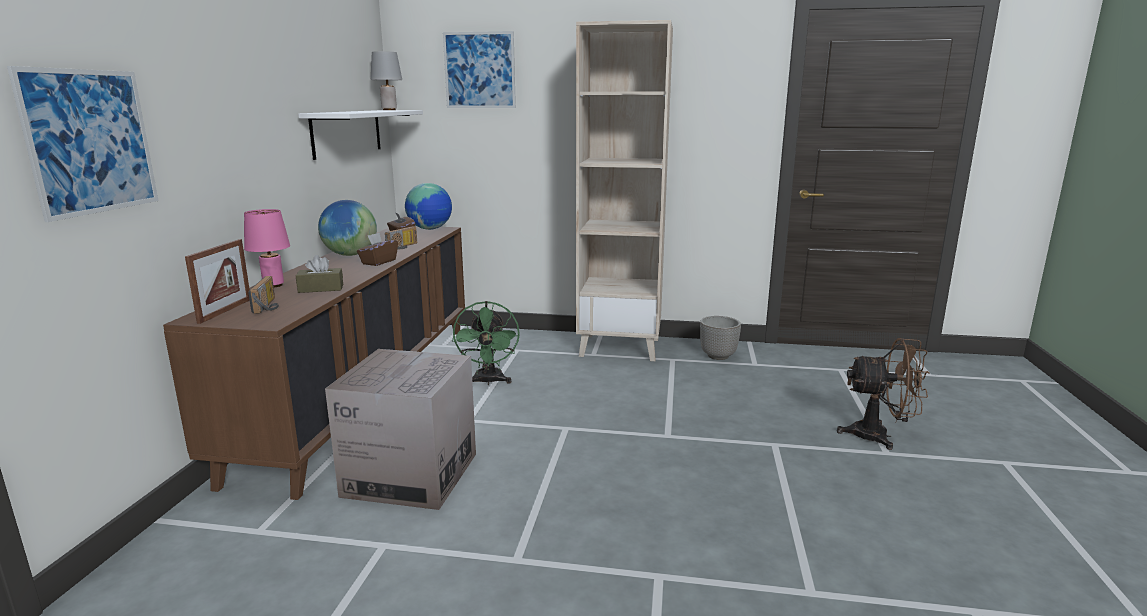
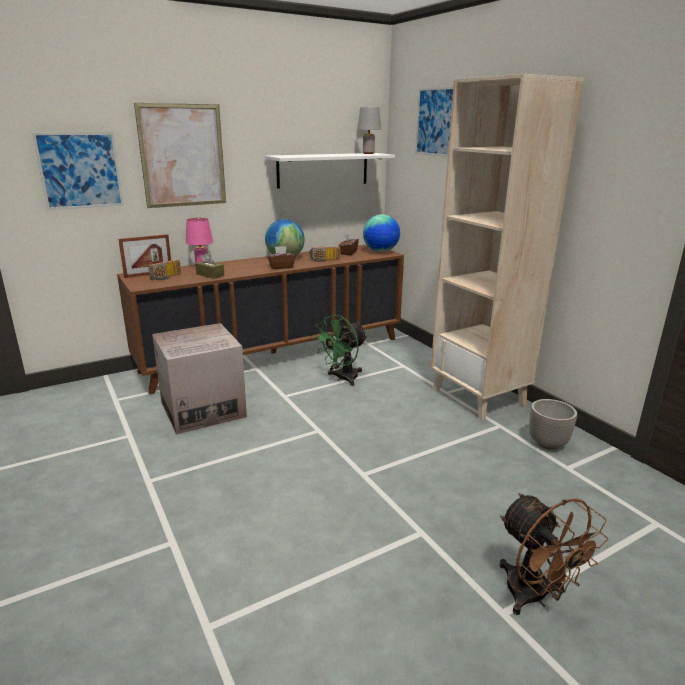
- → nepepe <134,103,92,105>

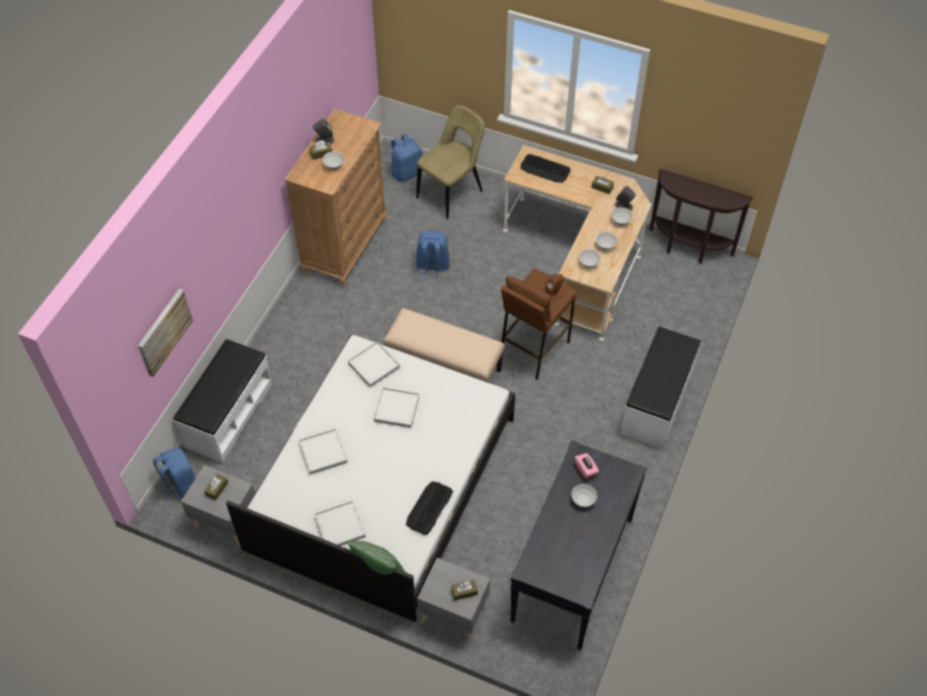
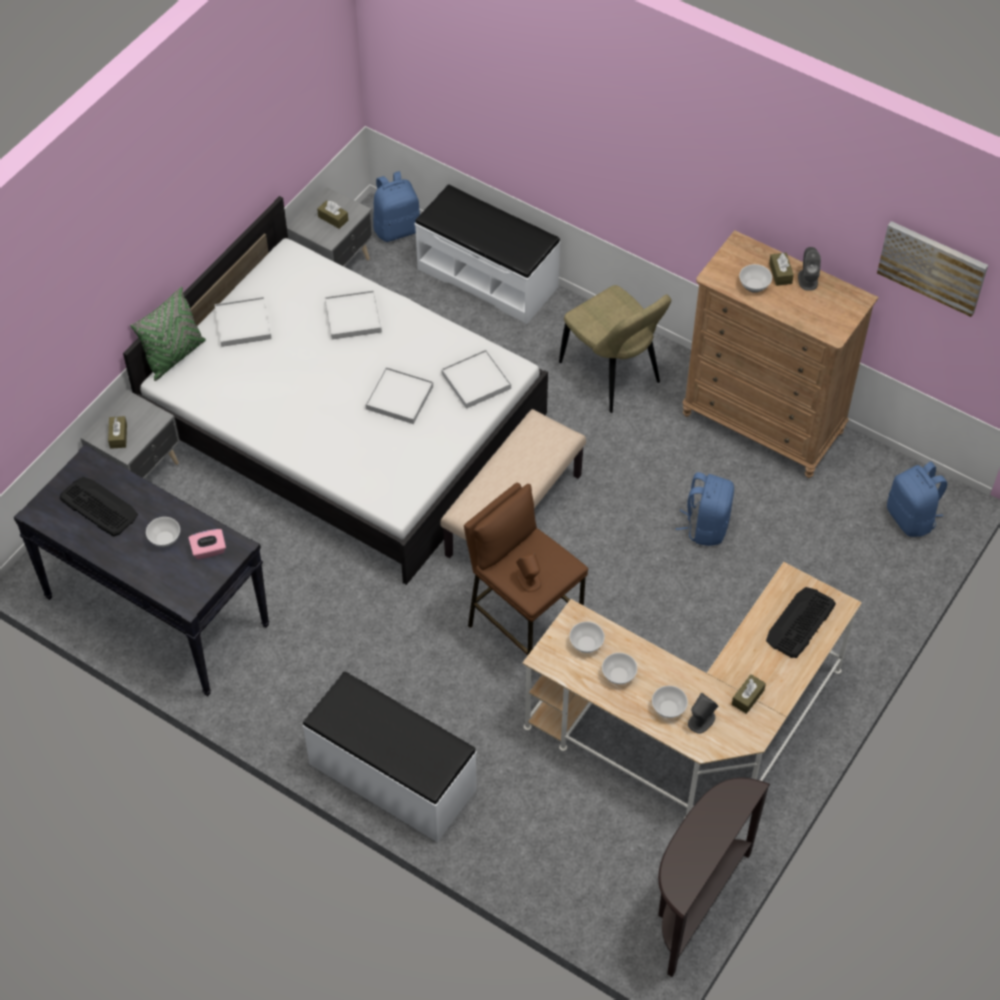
nepepe <138,288,55,89> → nepepe <877,221,111,96>, relocated
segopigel <406,482,47,53> → segopigel <60,477,78,59>, relocated
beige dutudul <416,105,69,114> → beige dutudul <559,285,112,128>, relocated

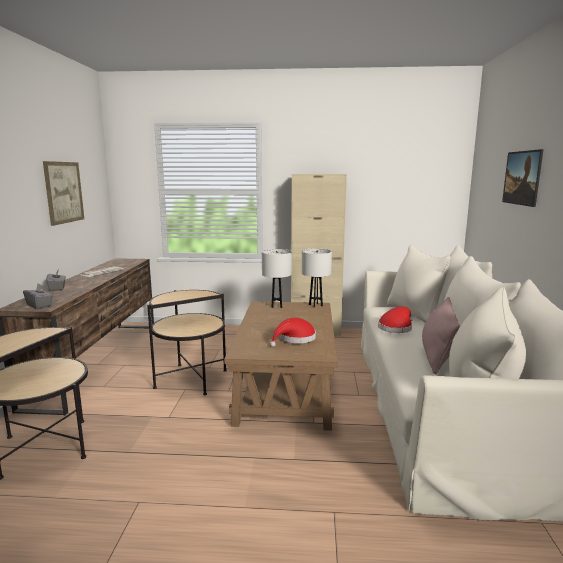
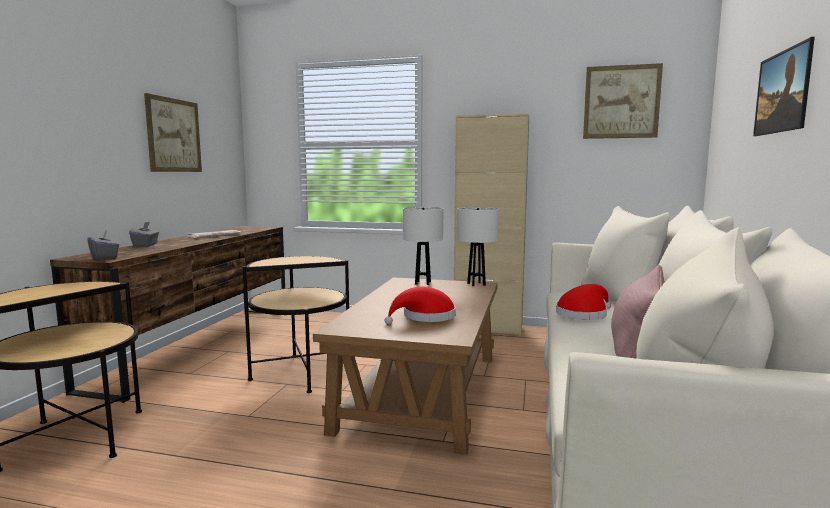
- → nepepe <583,63,80,76>

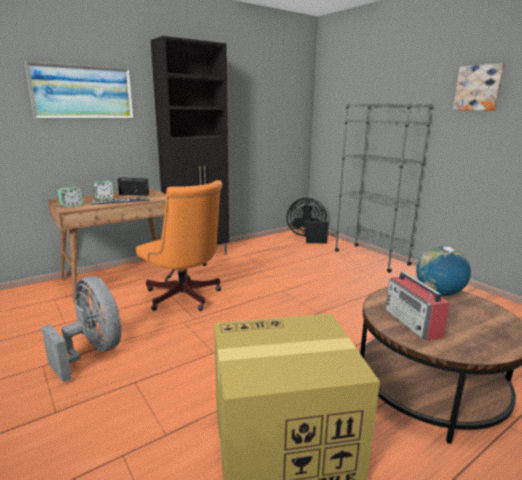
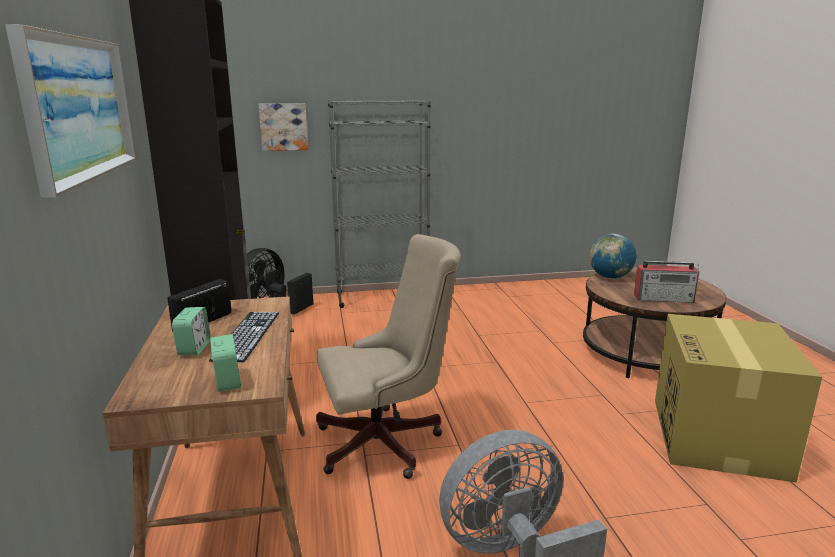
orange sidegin <136,180,86,131> → beige sidegin <316,234,145,245>
nepepe <453,63,52,48> → nepepe <258,103,50,48>, relocated

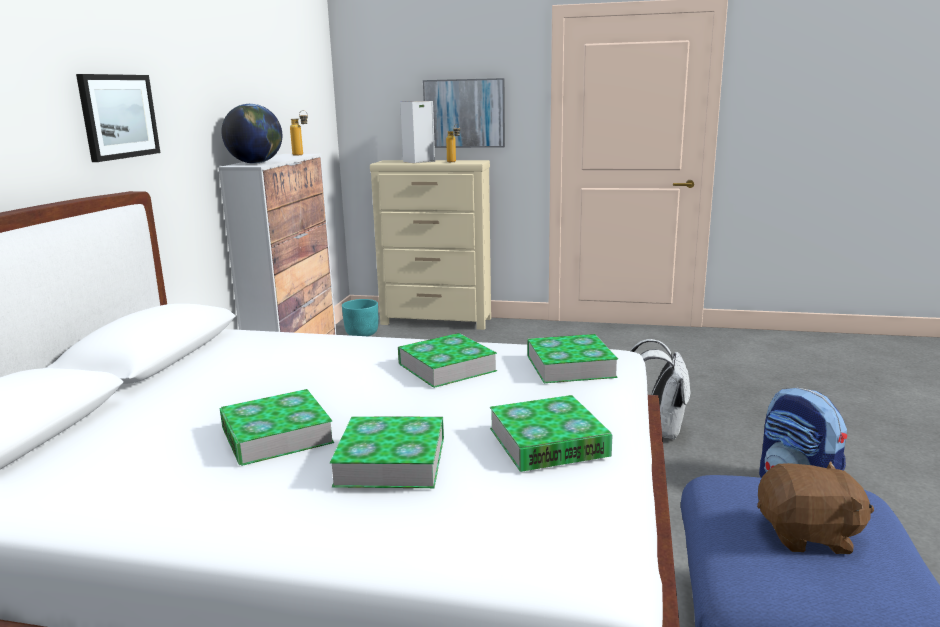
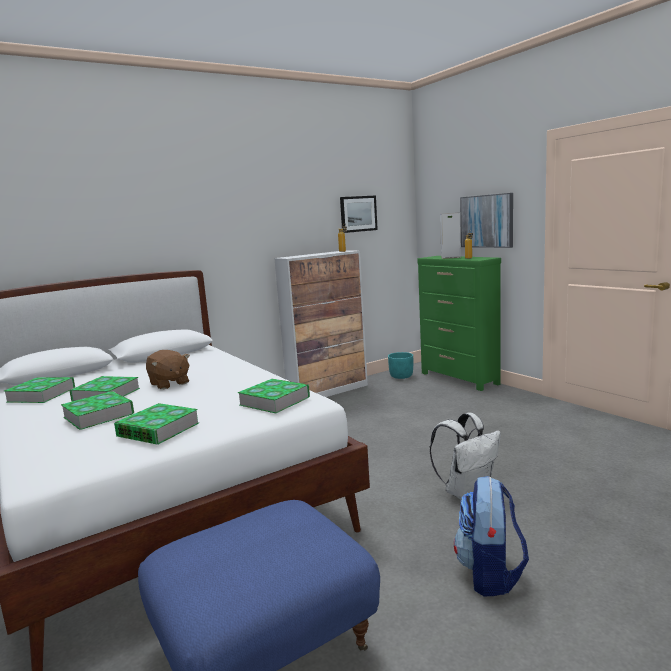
nepepe <76,74,84,88> → nepepe <340,195,38,38>, relocated
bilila <221,104,61,60> → -
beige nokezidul <370,160,121,170> → green nokezidul <417,256,84,135>
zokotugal <398,333,99,55> → zokotugal <4,377,71,26>, relocated
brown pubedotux <757,462,117,92> → brown pubedotux <146,350,44,39>, relocated

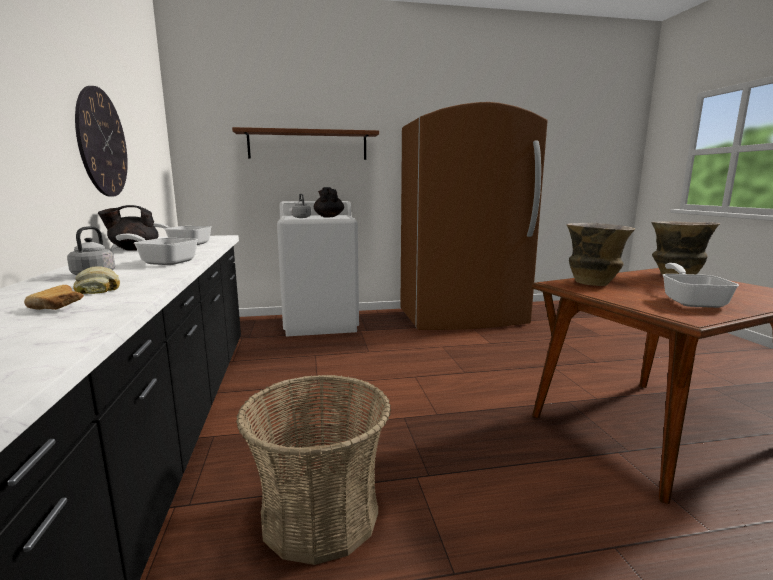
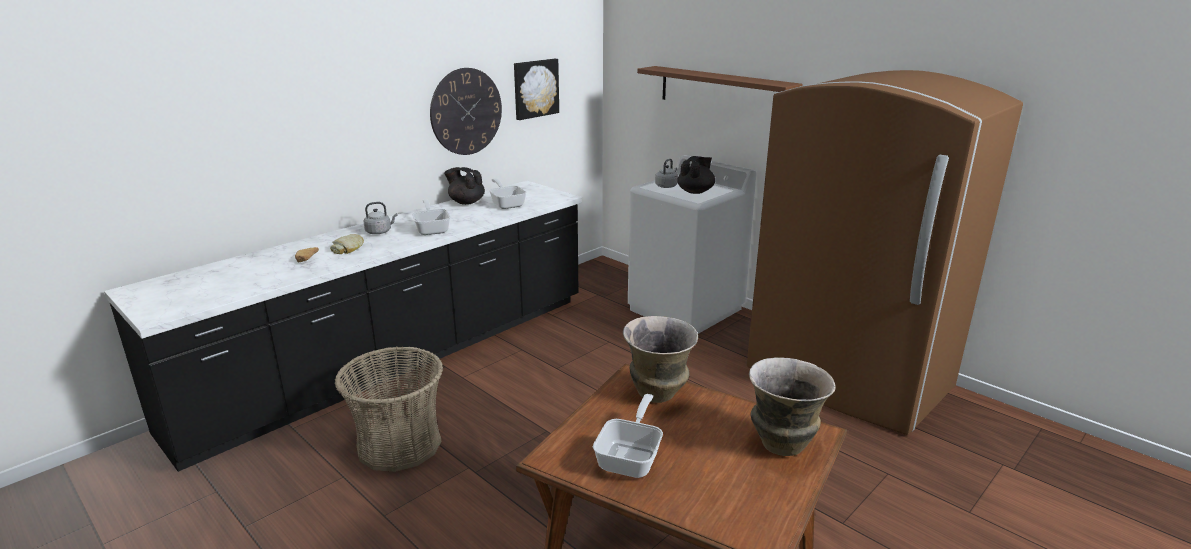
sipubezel <663,263,76,45> → sipubezel <593,394,70,84>, 45 degrees counterclockwise
- → nepepe <514,59,45,61>

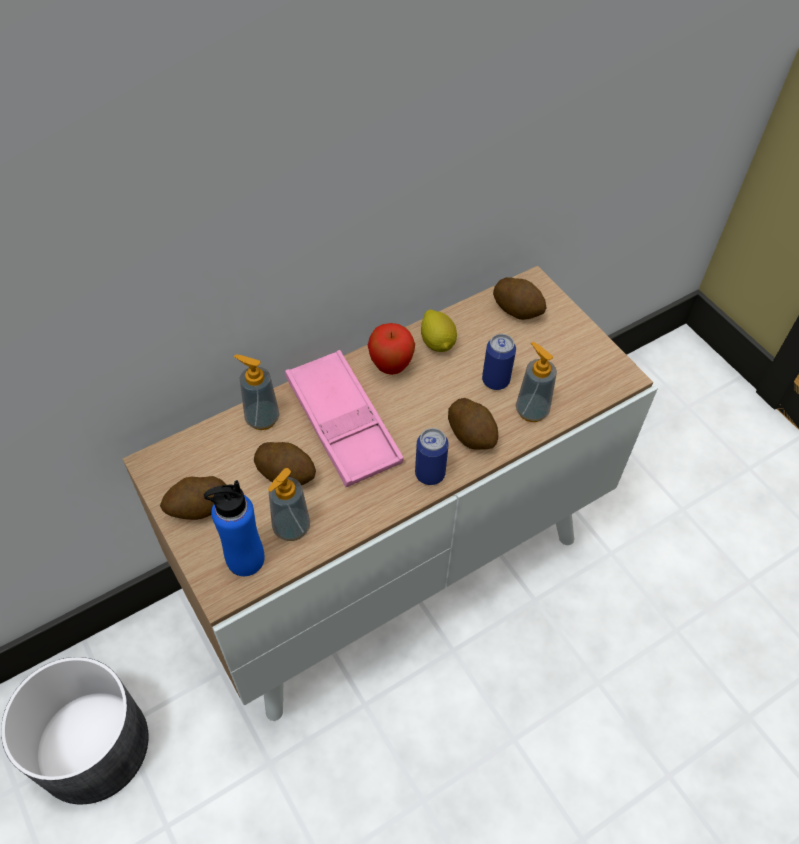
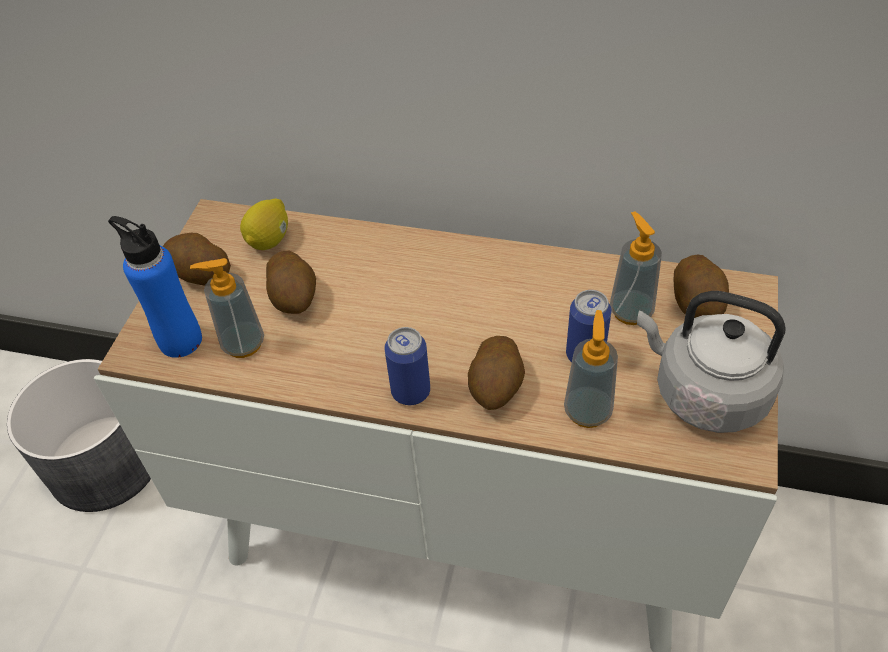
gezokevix <234,355,46,75> → gezokevix <610,211,52,114>, relocated
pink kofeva <285,350,119,138> → -
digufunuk <368,323,47,52> → -
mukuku <421,310,36,42> → mukuku <240,199,48,51>, relocated
- → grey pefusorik <637,291,149,142>

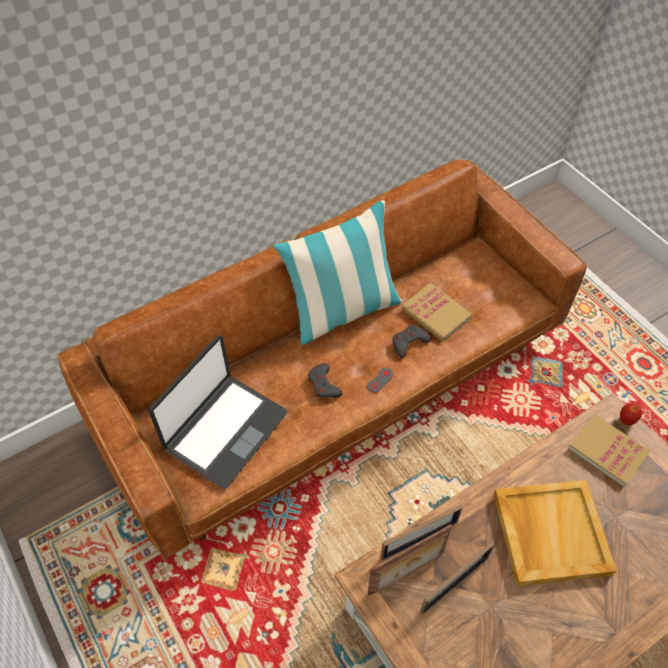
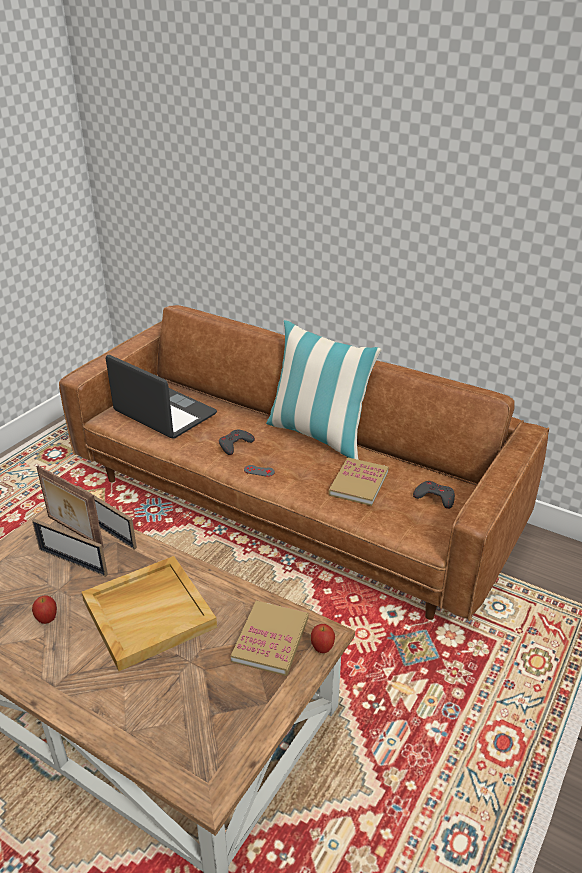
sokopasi <148,335,139,154> → sokopasi <106,355,111,83>, 150 degrees counterclockwise
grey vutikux <392,325,39,33> → grey vutikux <413,481,42,28>, relocated
- → digufunuk <32,596,25,28>

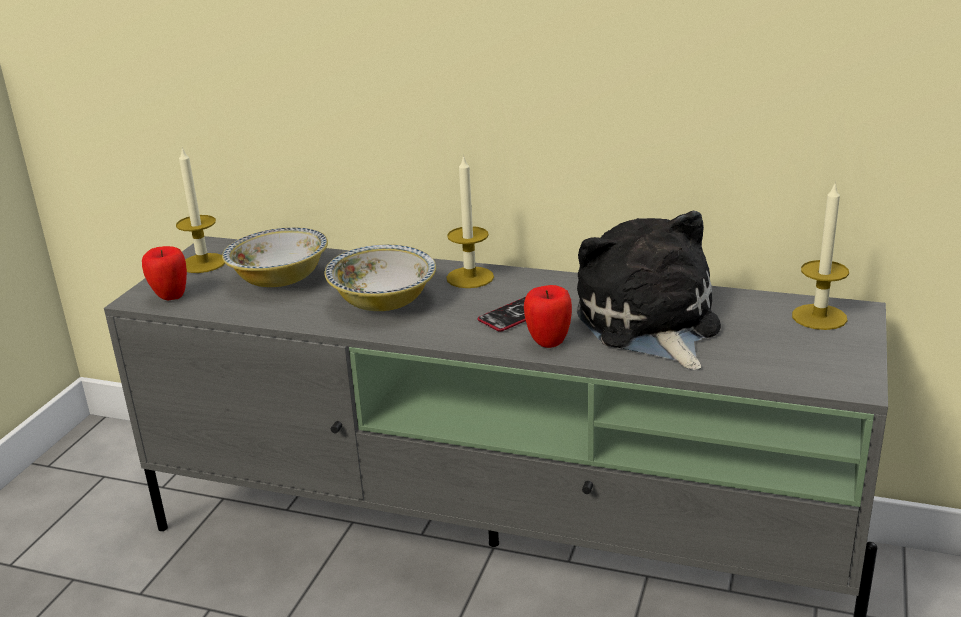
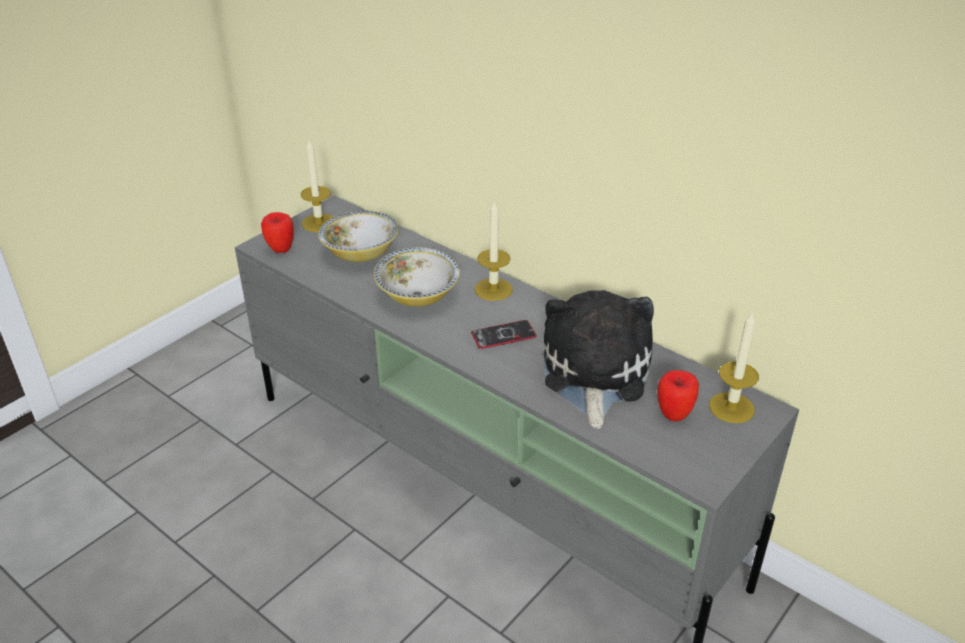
digufunuk <524,285,48,63> → digufunuk <658,370,41,51>, relocated

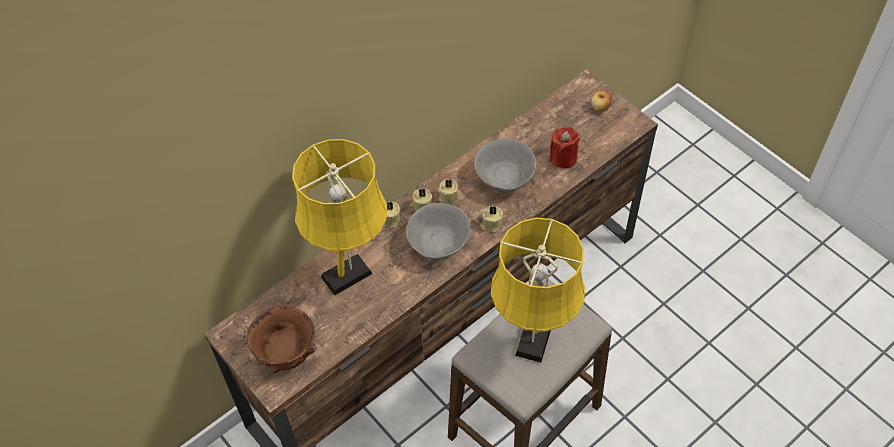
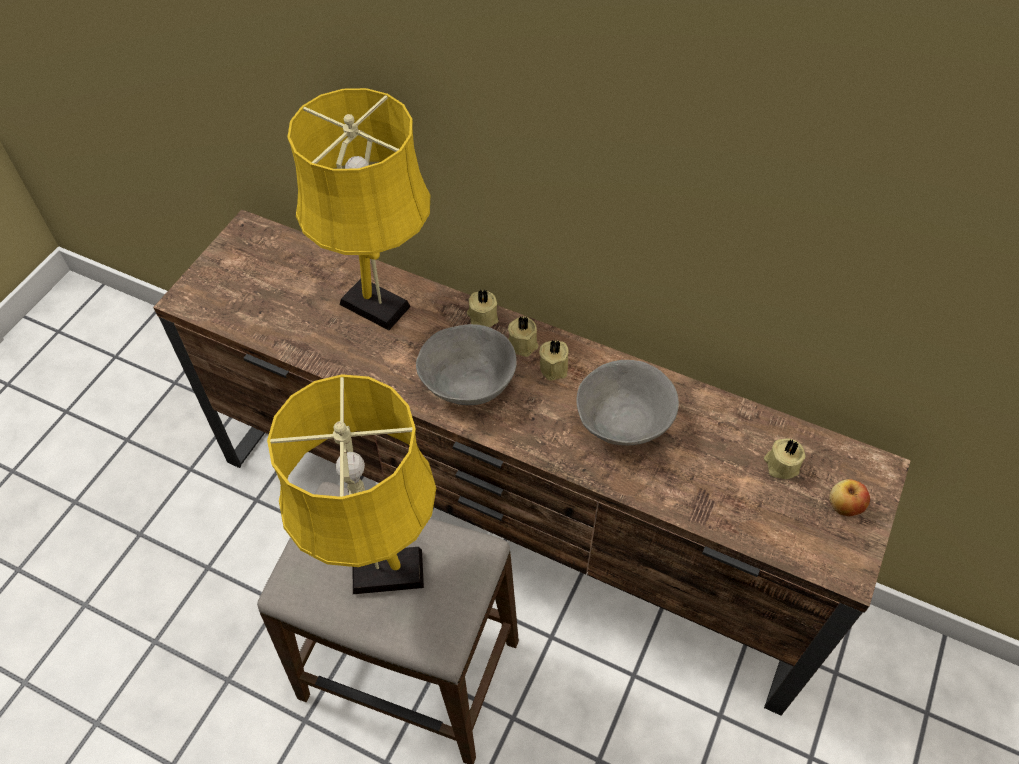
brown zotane <247,306,68,67> → -
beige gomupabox <480,206,23,27> → beige gomupabox <764,439,41,40>, relocated
red gomupabox <549,126,31,42> → -

